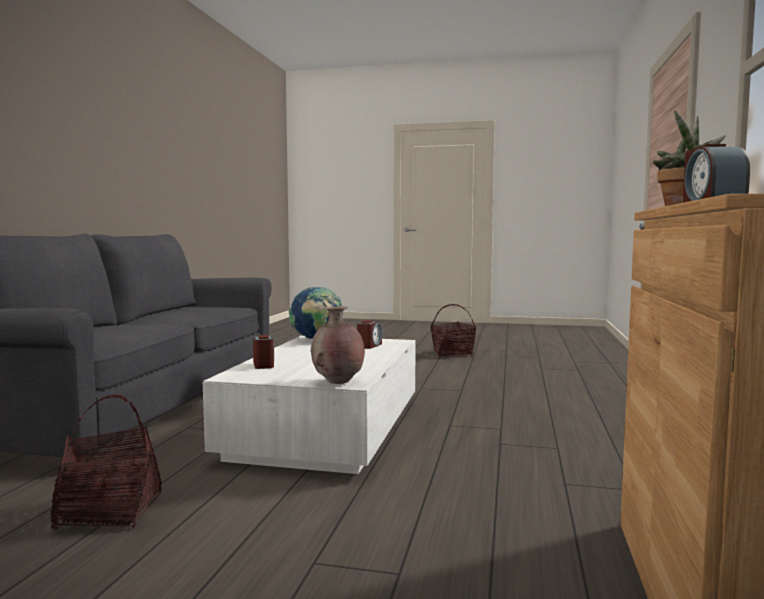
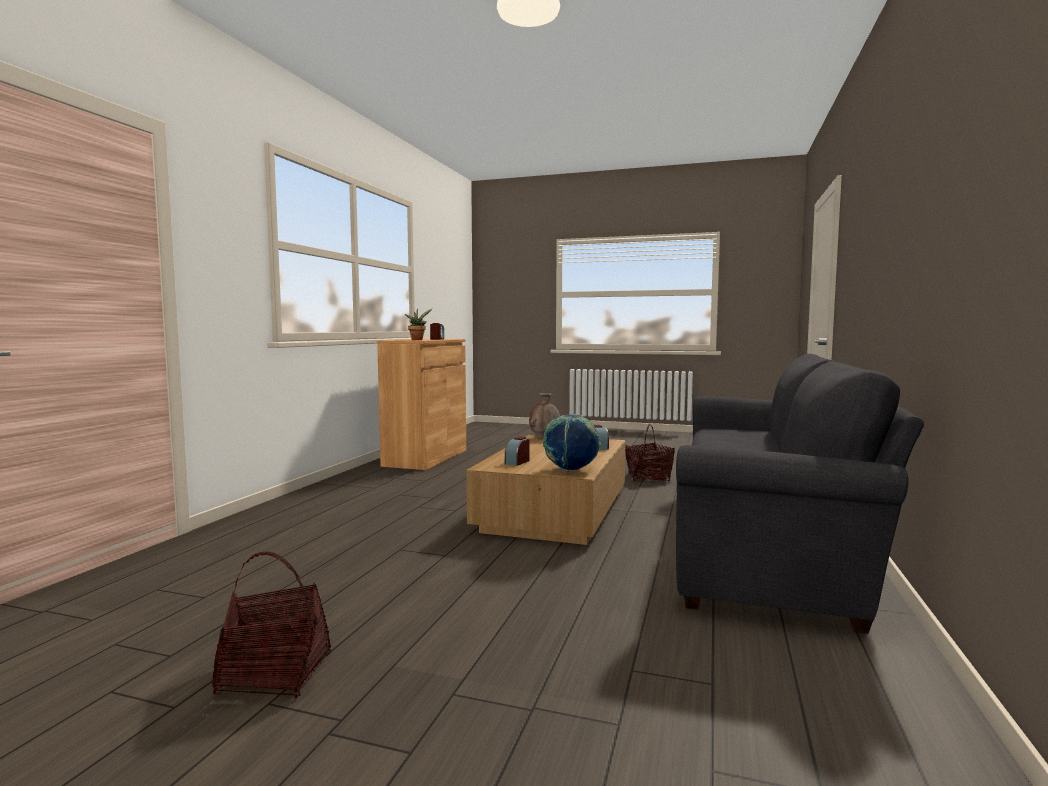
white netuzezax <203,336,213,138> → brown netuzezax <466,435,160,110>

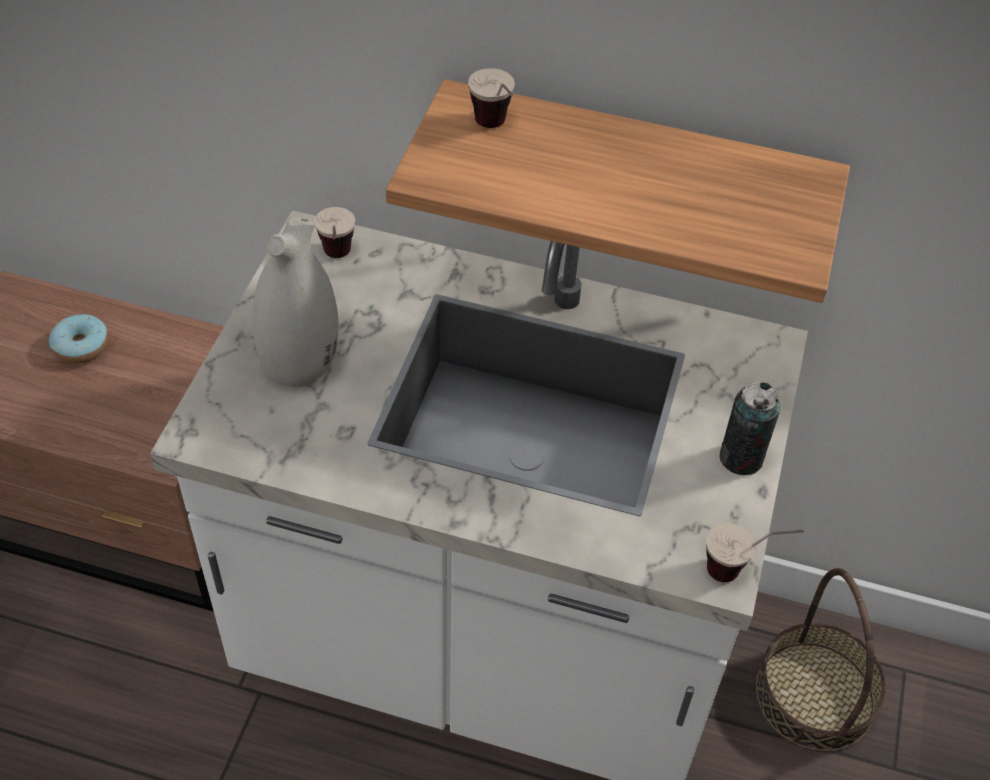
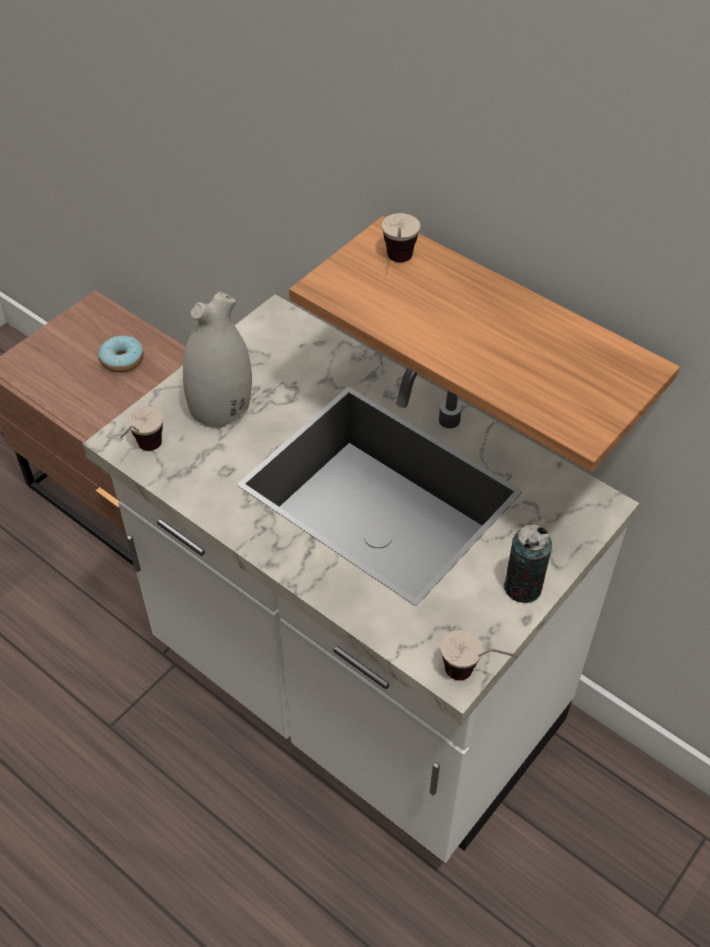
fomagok <314,207,41,51> → fomagok <120,406,43,45>, relocated
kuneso <755,568,131,185> → -

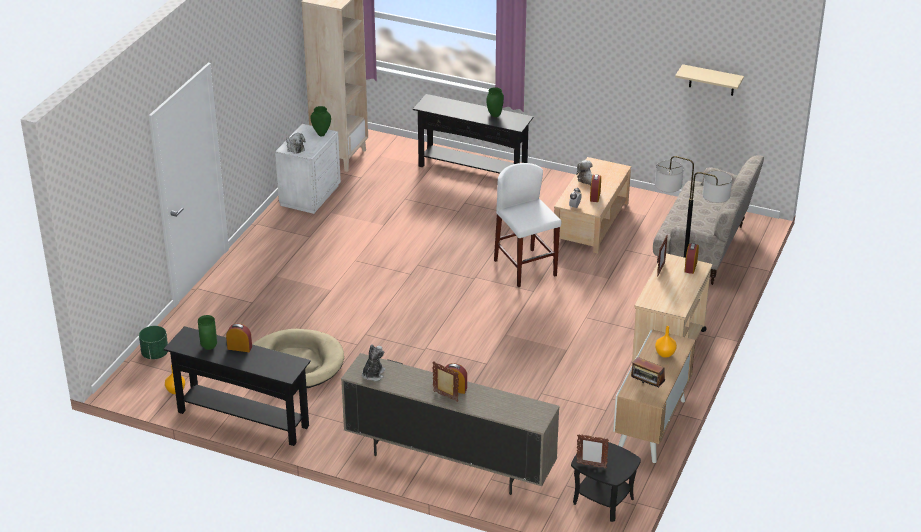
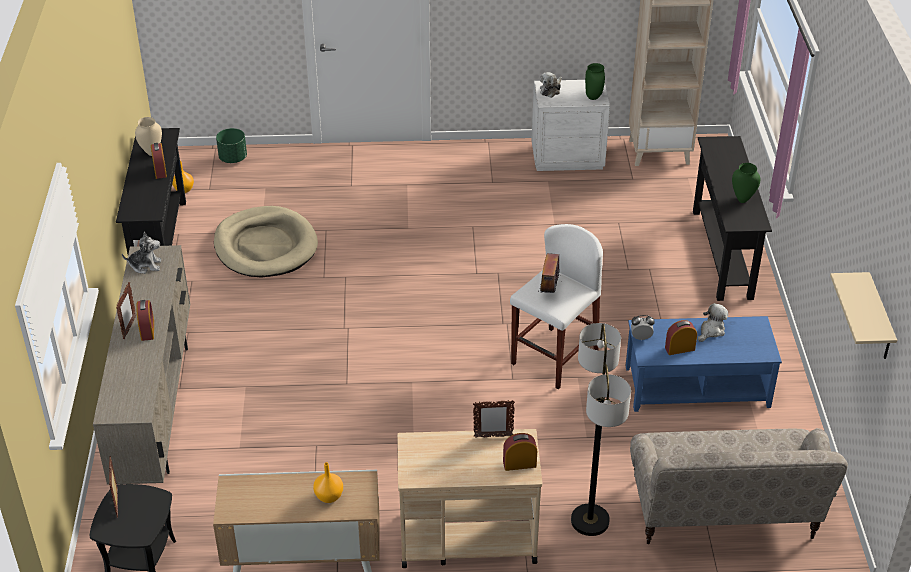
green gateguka <198,315,19,35> → beige gateguka <135,117,27,39>
beige netuzezax <553,157,78,96> → blue netuzezax <626,316,156,96>
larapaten <631,357,34,31> → larapaten <538,253,24,40>, relocated

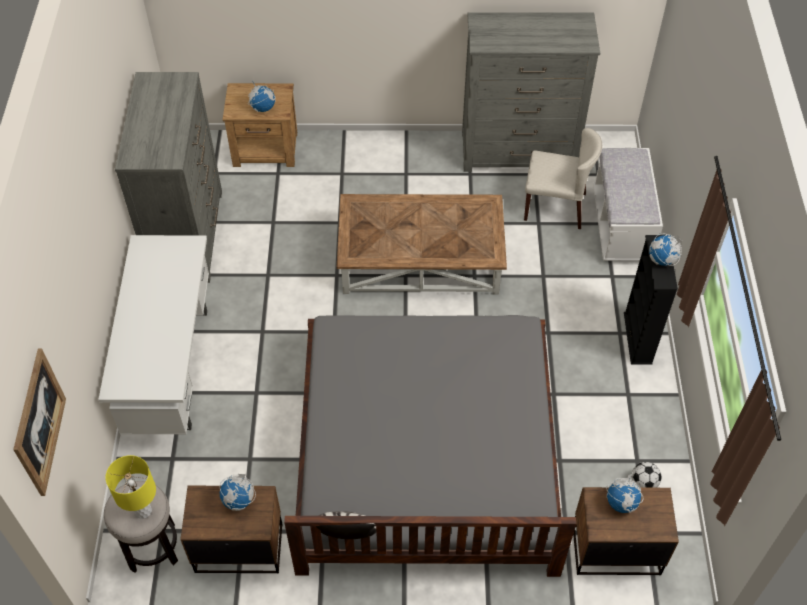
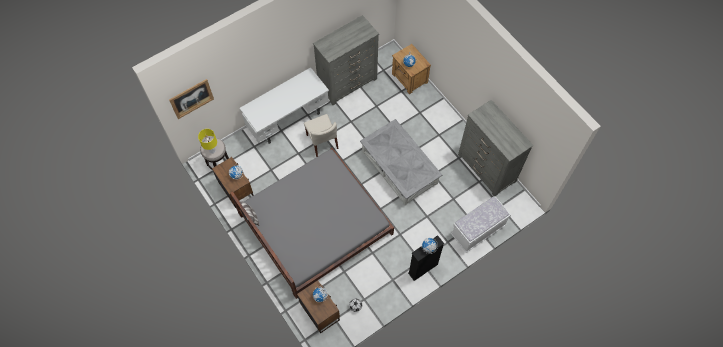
brown netuzezax <337,194,170,100> → grey netuzezax <360,119,82,86>
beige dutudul <524,128,78,101> → beige dutudul <304,114,35,43>, relocated

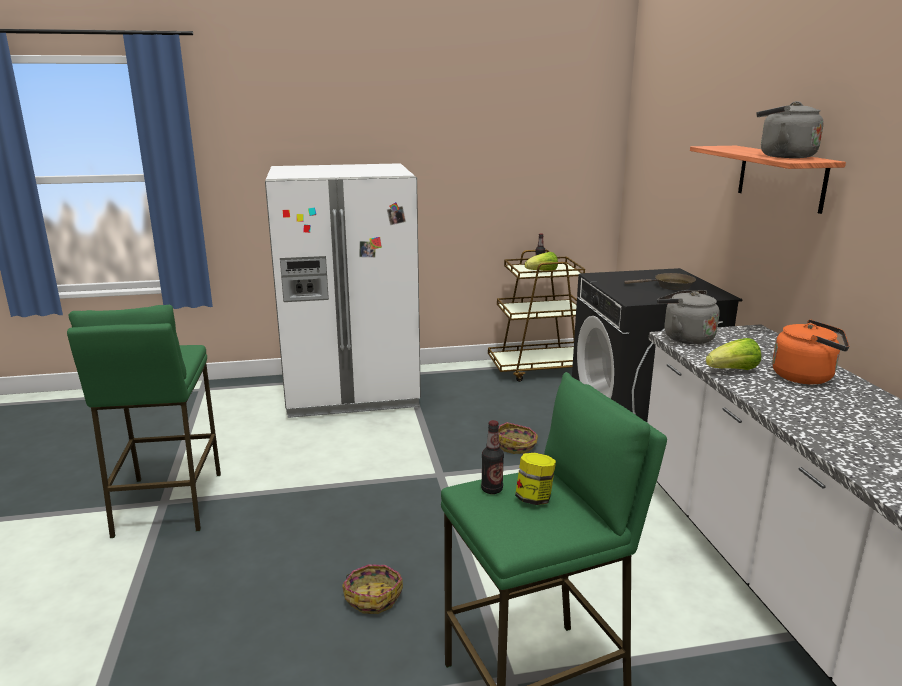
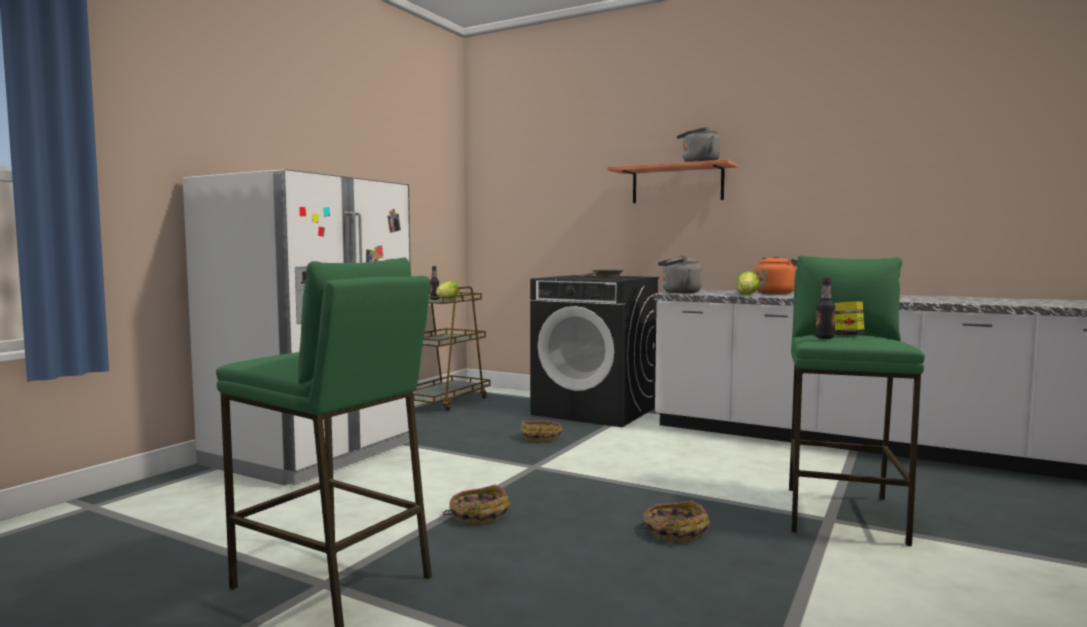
- → kuneso <442,485,69,40>

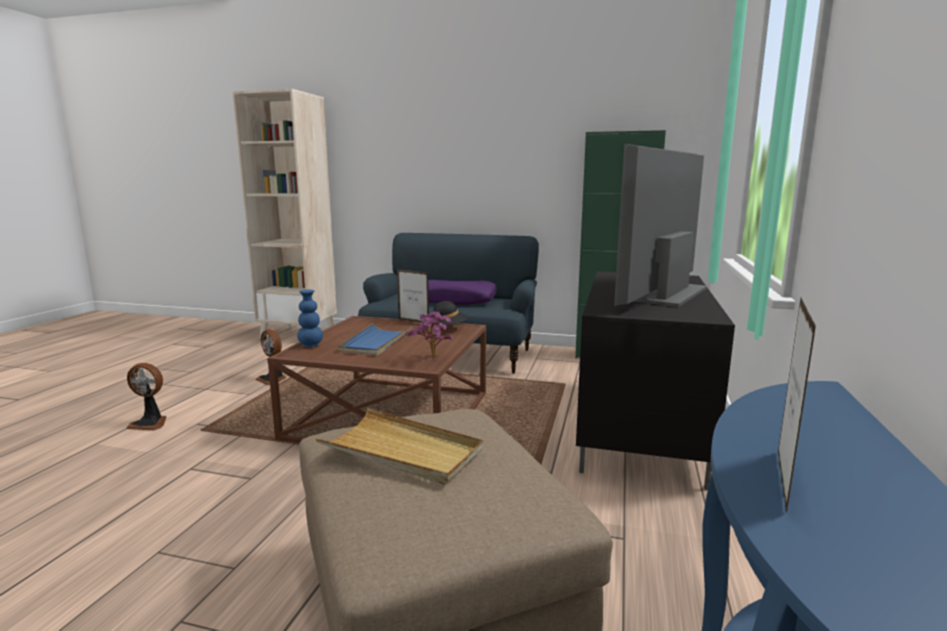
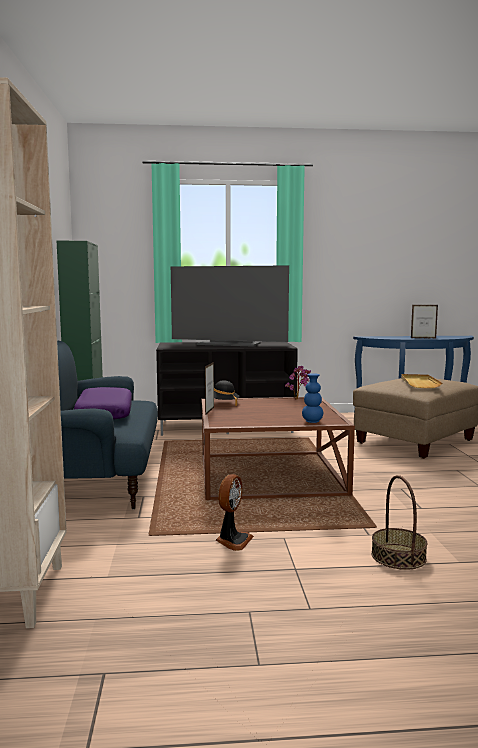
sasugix <126,363,40,67> → kuneso <371,475,57,95>
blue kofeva <338,323,75,32> → -

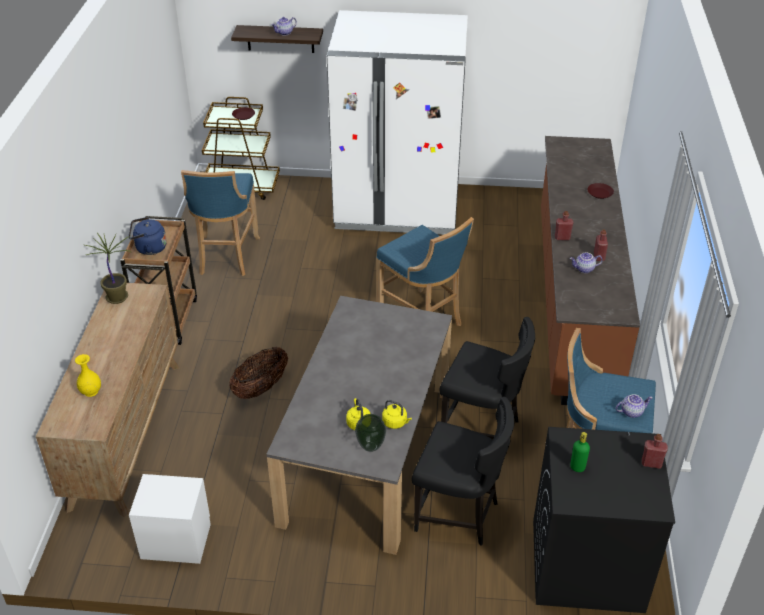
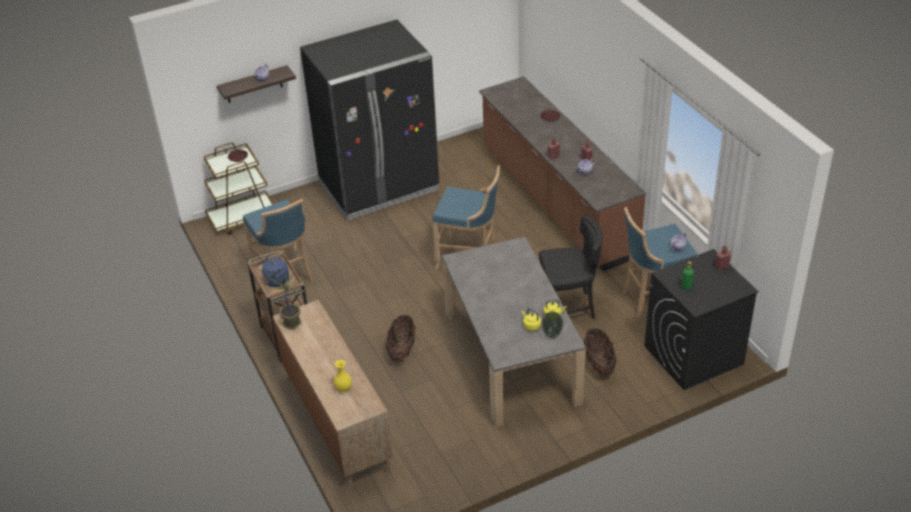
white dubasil <129,474,82,90> → -
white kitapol <327,10,141,225> → black kitapol <300,20,140,200>
black dutudul <412,397,103,148> → kuneso <584,328,32,48>

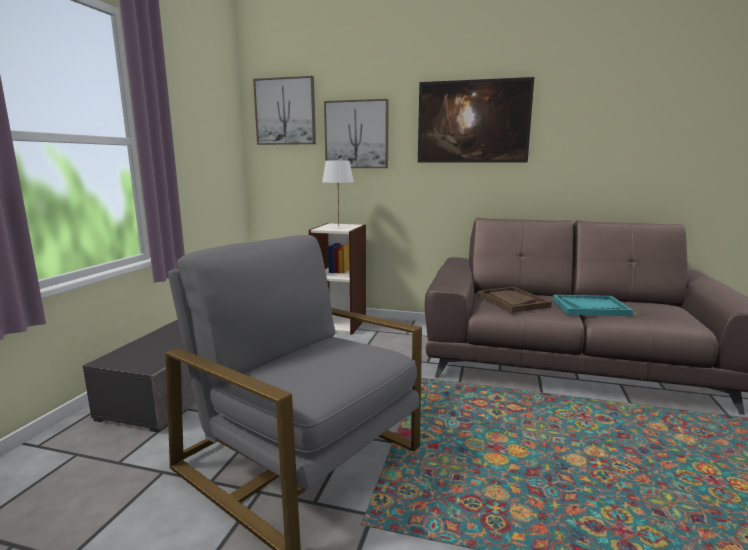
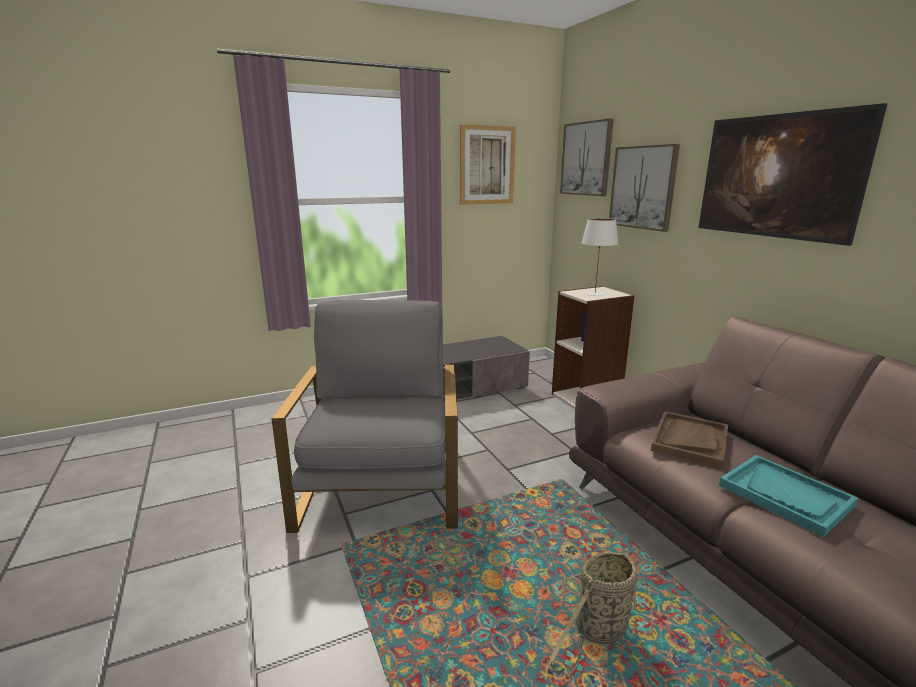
- → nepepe <460,124,56,81>
- → kuneso <548,548,89,129>

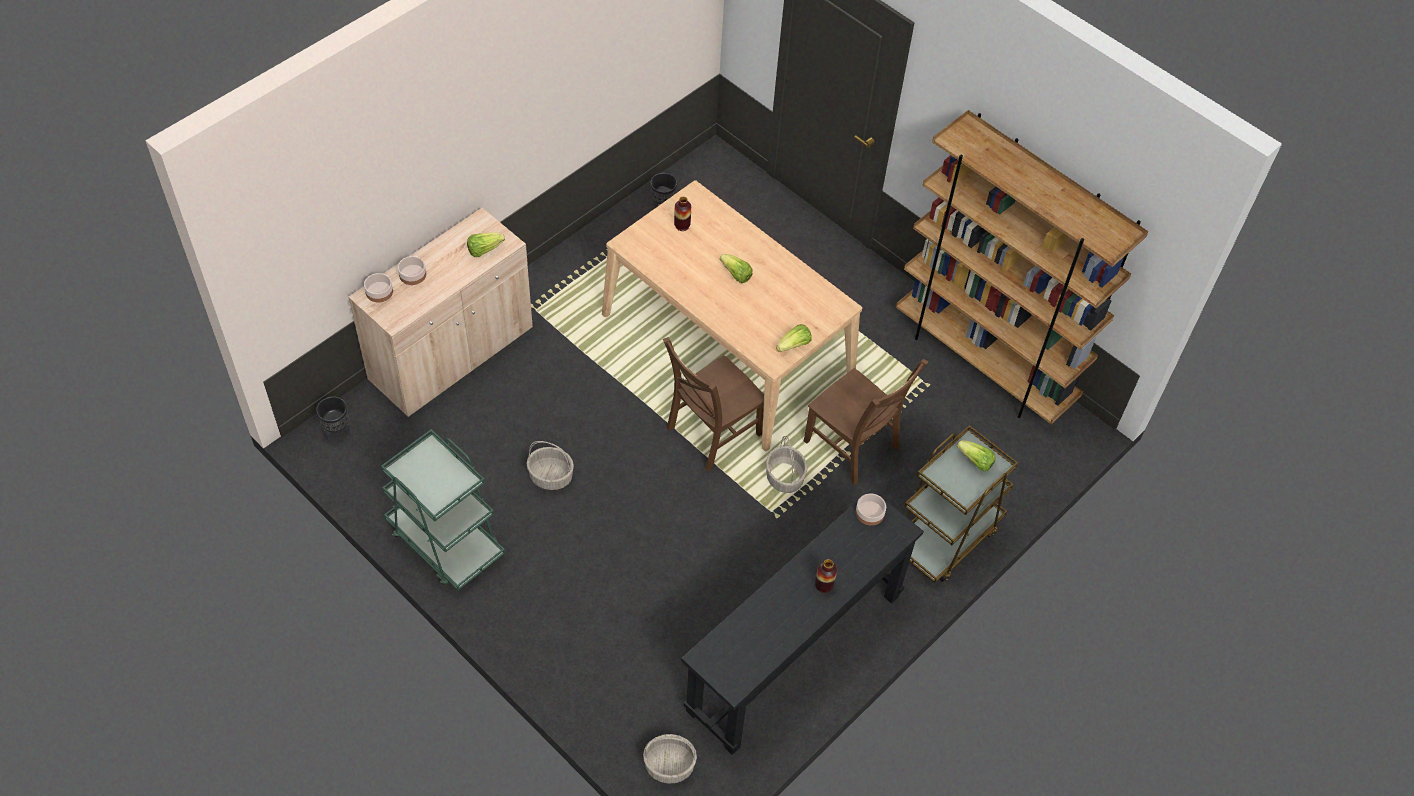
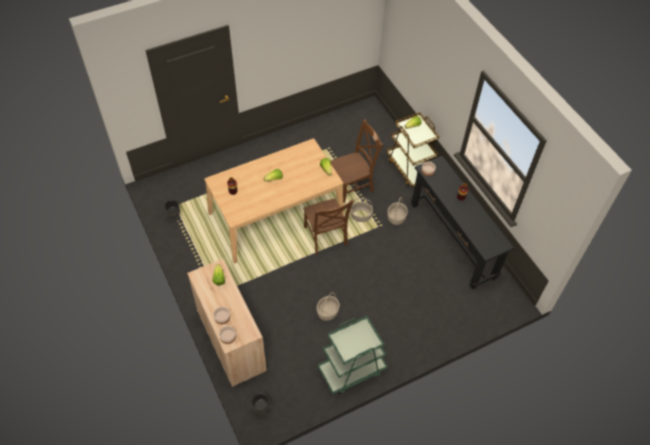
kuneso <643,734,54,50> → kuneso <387,197,21,28>, relocated
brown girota <896,110,253,314> → -

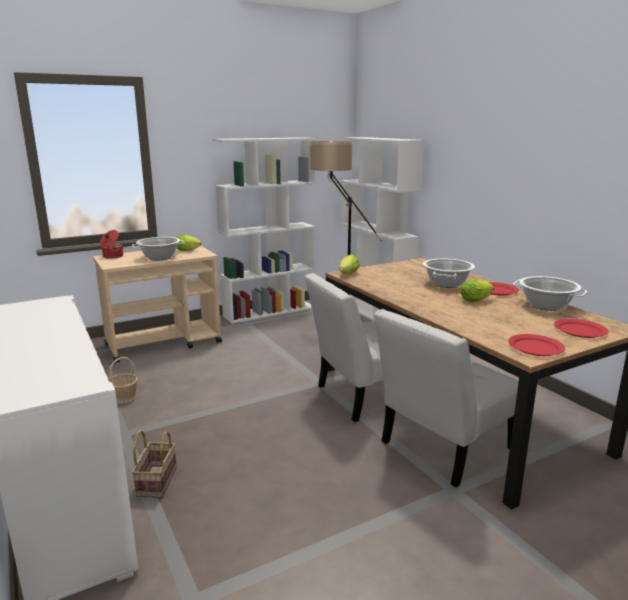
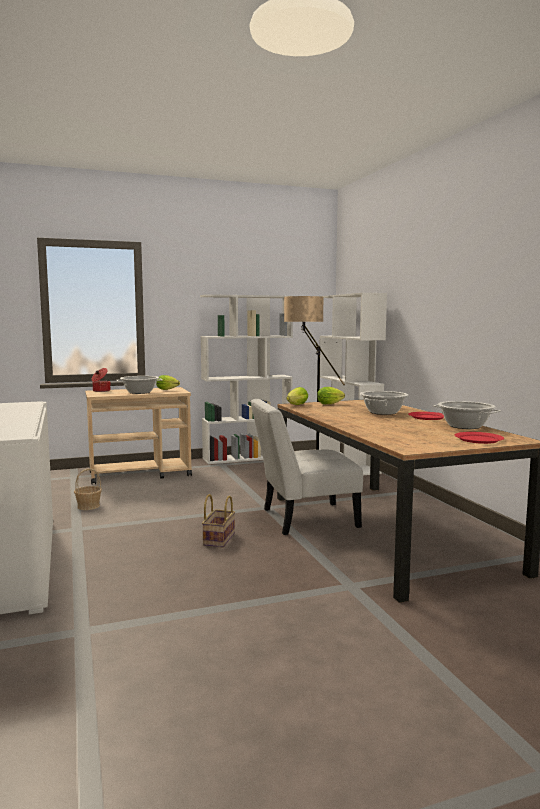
kuneso <132,430,45,68> → kuneso <202,494,33,54>, relocated
white dutudul <374,309,145,179> → -
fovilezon <461,279,33,23> → fovilezon <317,387,28,17>, relocated
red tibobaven <508,334,57,22> → -

